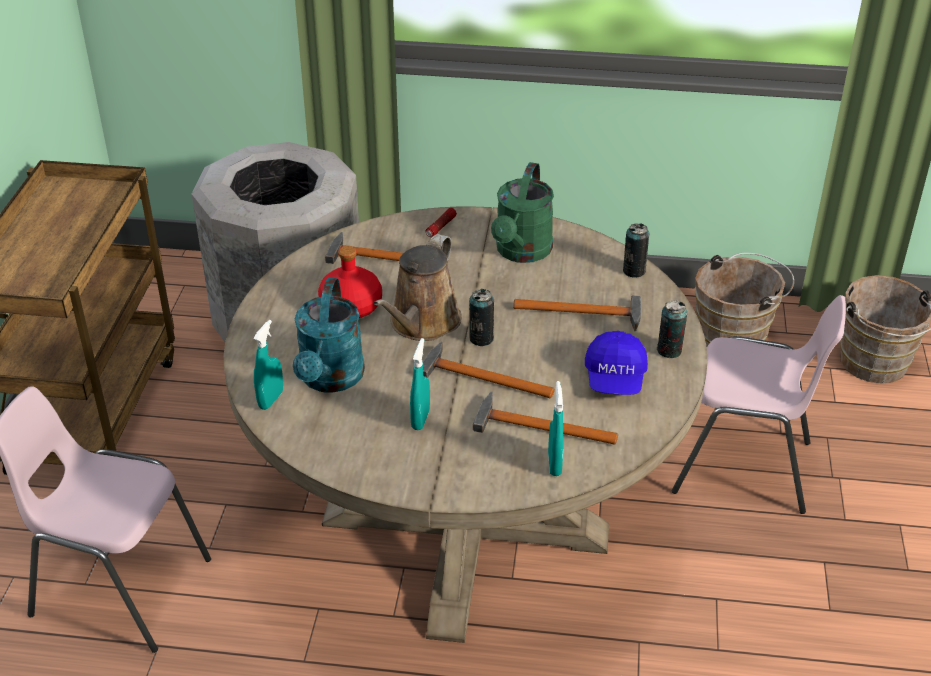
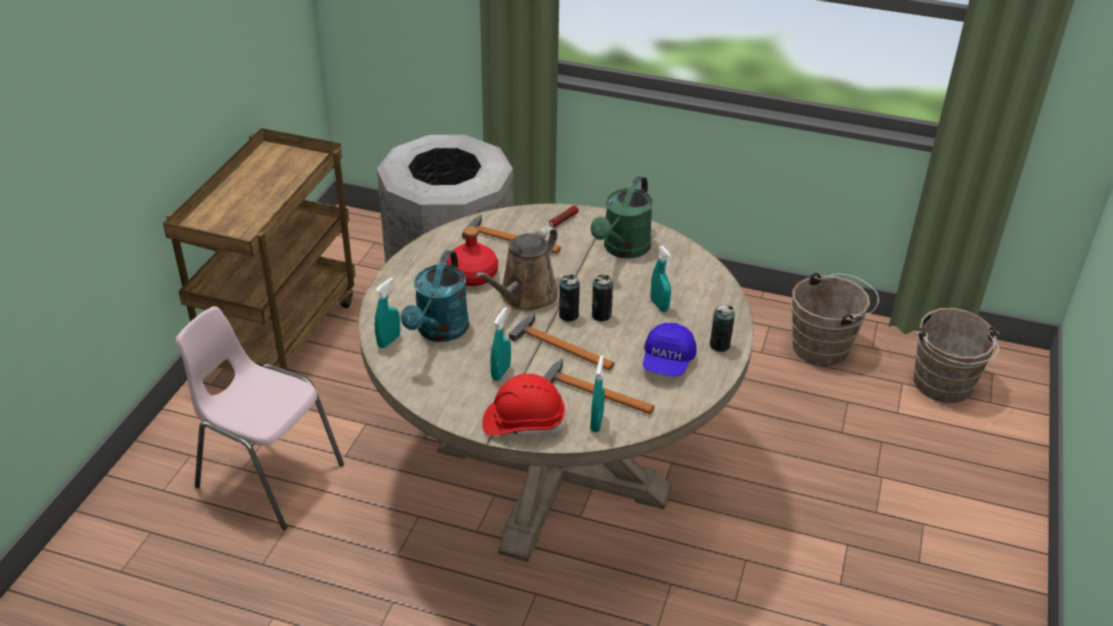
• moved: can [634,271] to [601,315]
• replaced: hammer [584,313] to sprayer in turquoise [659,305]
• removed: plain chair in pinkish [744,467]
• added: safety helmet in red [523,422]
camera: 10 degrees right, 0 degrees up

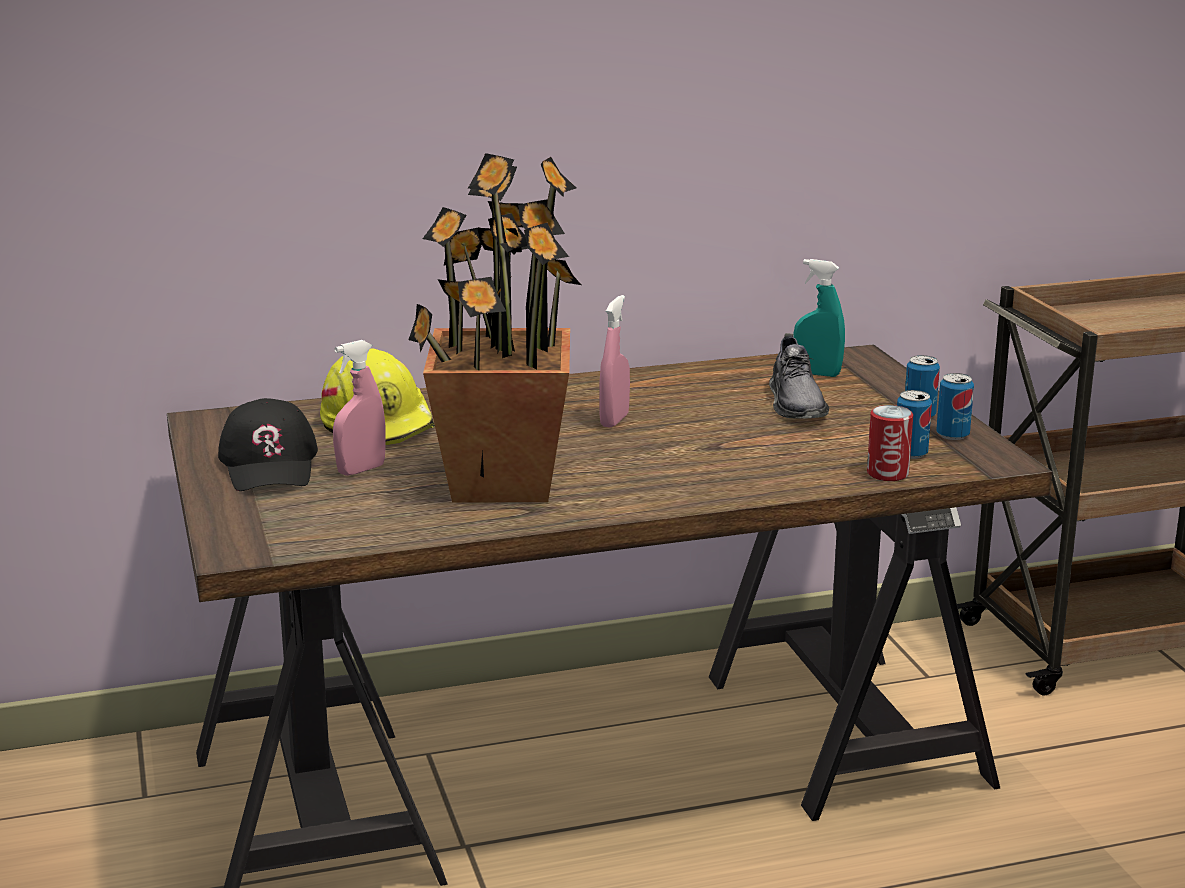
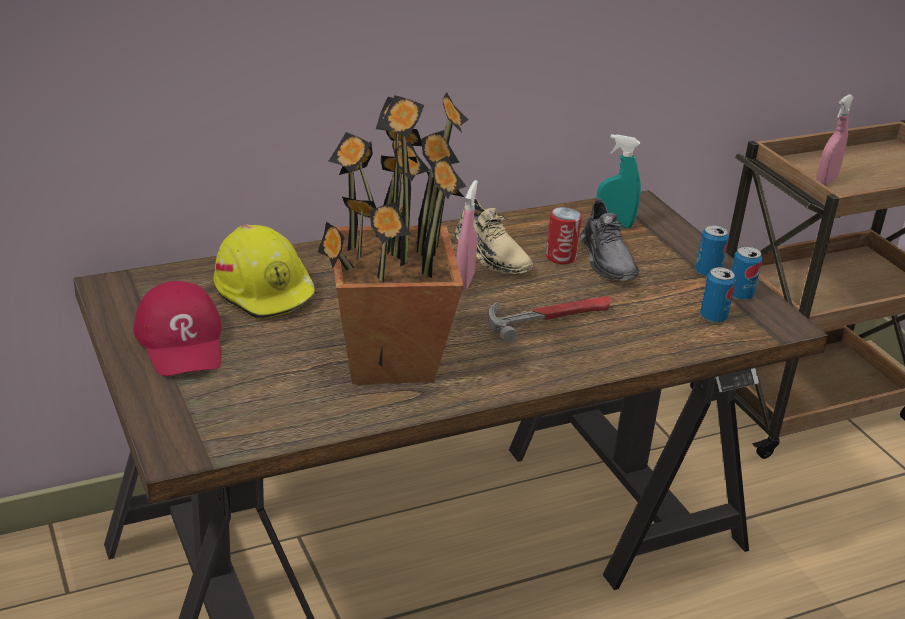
• moved: sprayer in pinkish [361,470] to [826,181]
• recoloured: peaked cap in black [270,464] to peaked cap in red [182,341]
• moved: can [887,473] to [560,257]
• added: shoe in beige [492,254]
• added: hammer [550,318]
camera: 10 degrees left, 10 degrees up

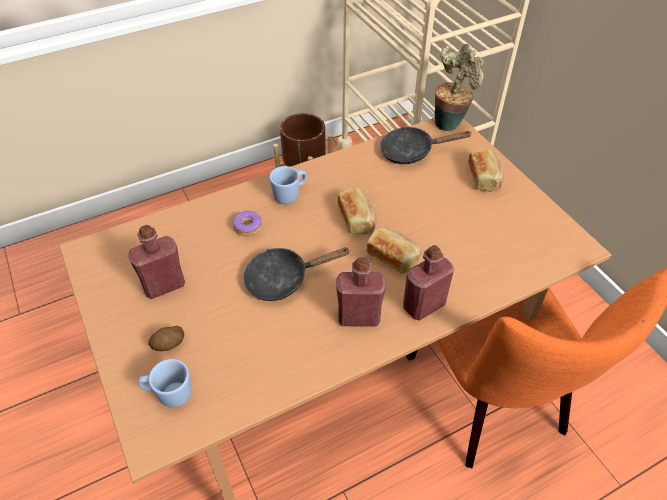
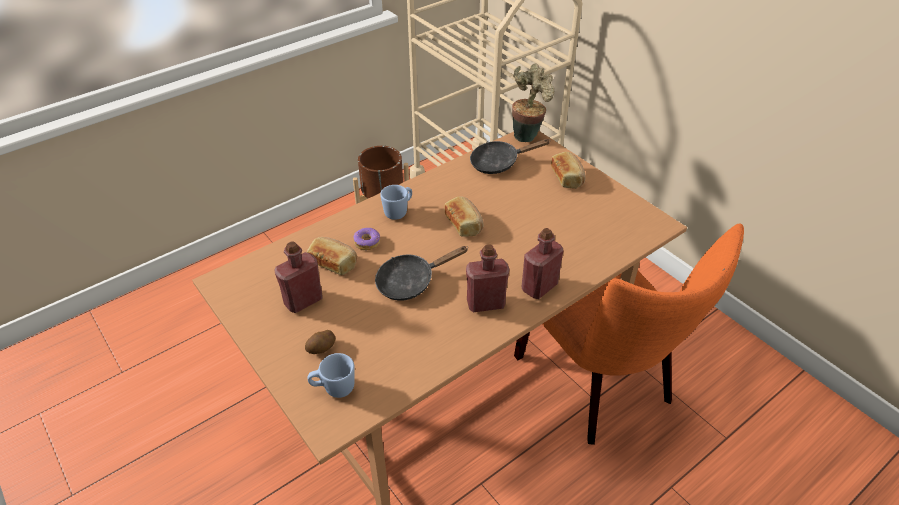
• moved: bakery bread [393,256] to [334,262]
camera: 10 degrees left, 5 degrees down

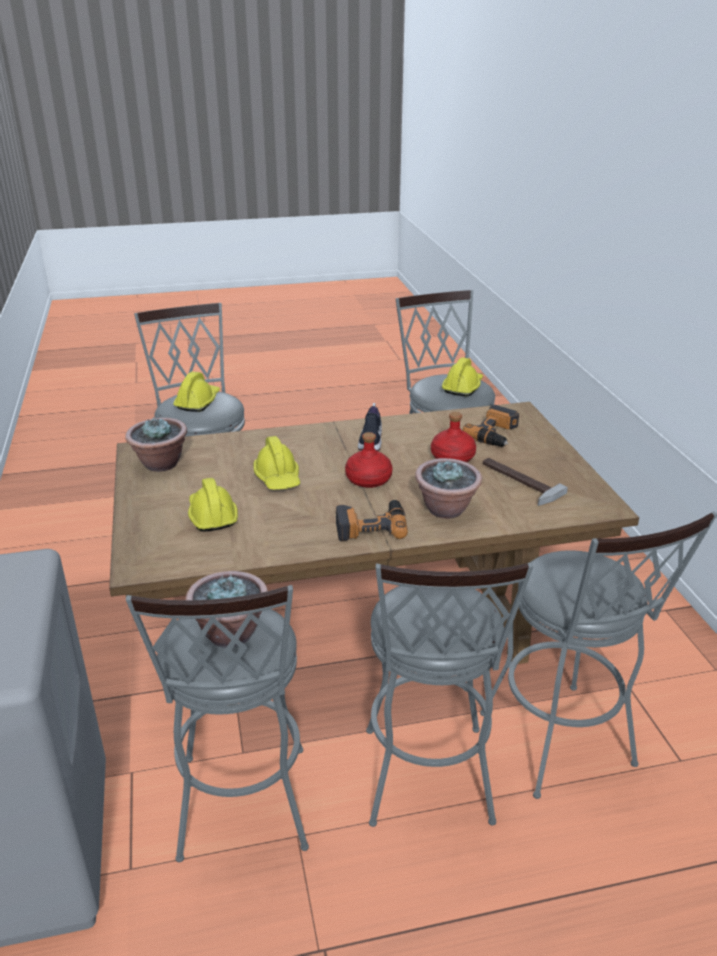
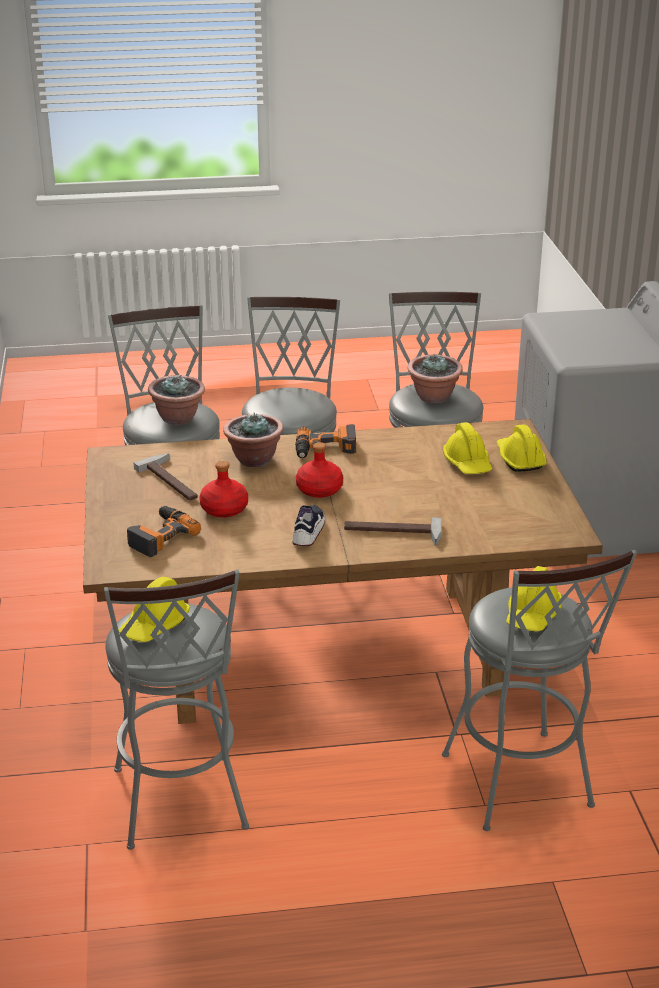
• moved: potted plant [160,464] to [178,418]
• moved: safety helmet in yellow-coloured [278,478] to [519,459]
• added: hammer [392,533]
camera: 175 degrees left, 0 degrees up

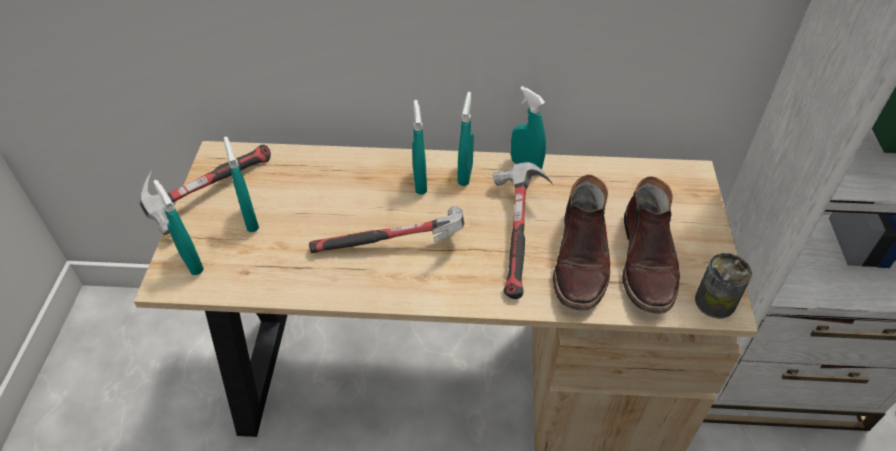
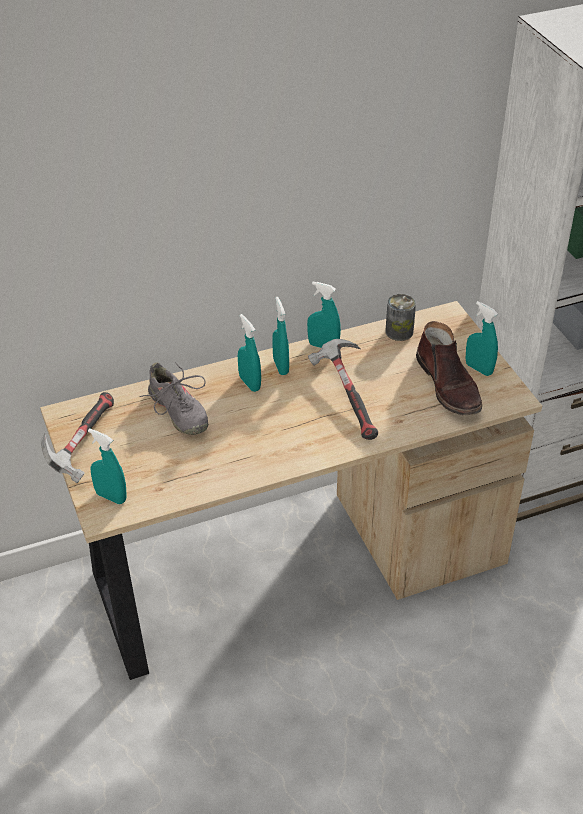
• moved: sprayer in turquoise [250,220] to [478,369]
• removed: tall boot in brownish [581,260]
• removed: hammer [394,246]
• moved: can [715,302] to [399,331]
• added: shoe in grey [177,412]
camera: 25 degrees left, 5 degrees down

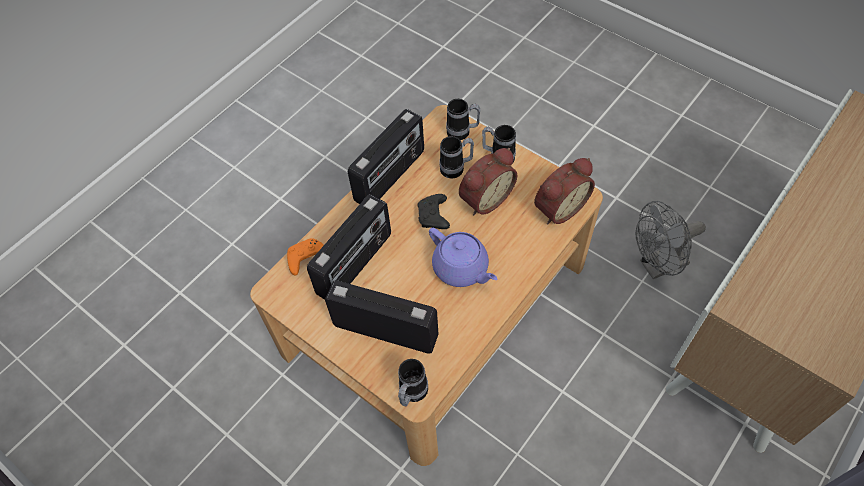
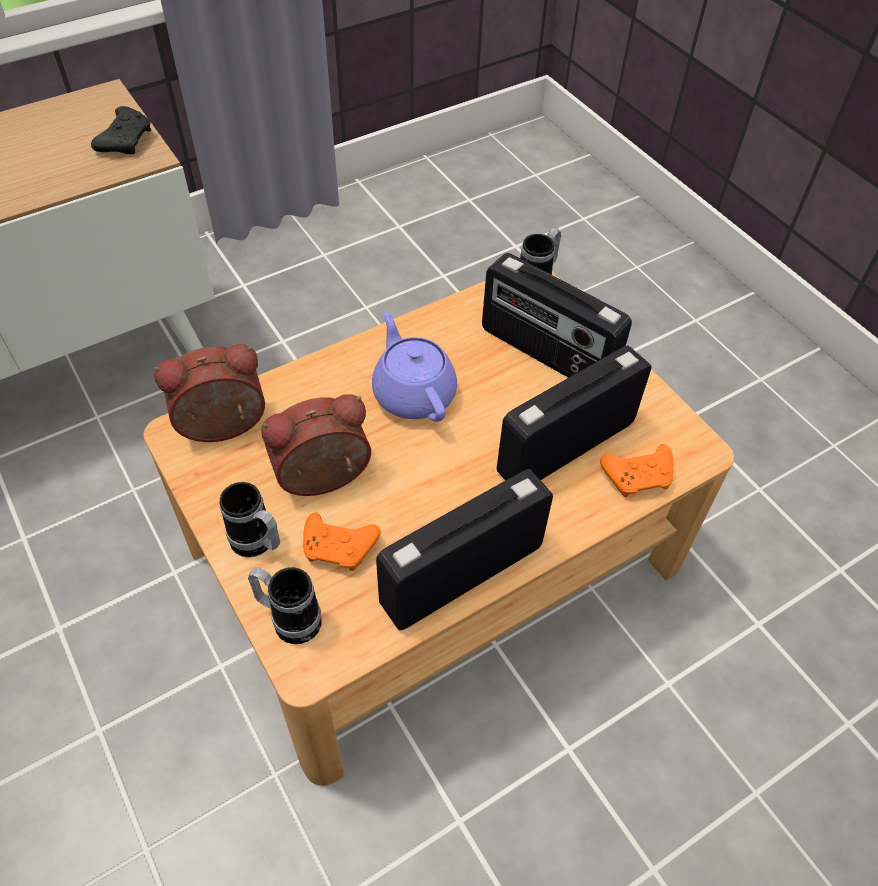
• replaced: tea mug [456,168] to game controller in orangey [340,548]
• moved: game controller in black [434,217] to [126,140]
• removed: electric fan in grey [657,266]
camera: 165 degrees left, 5 degrees down

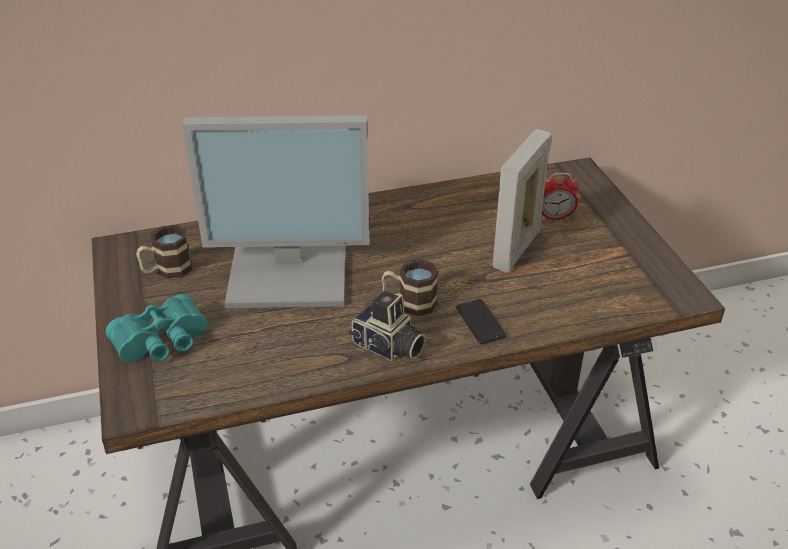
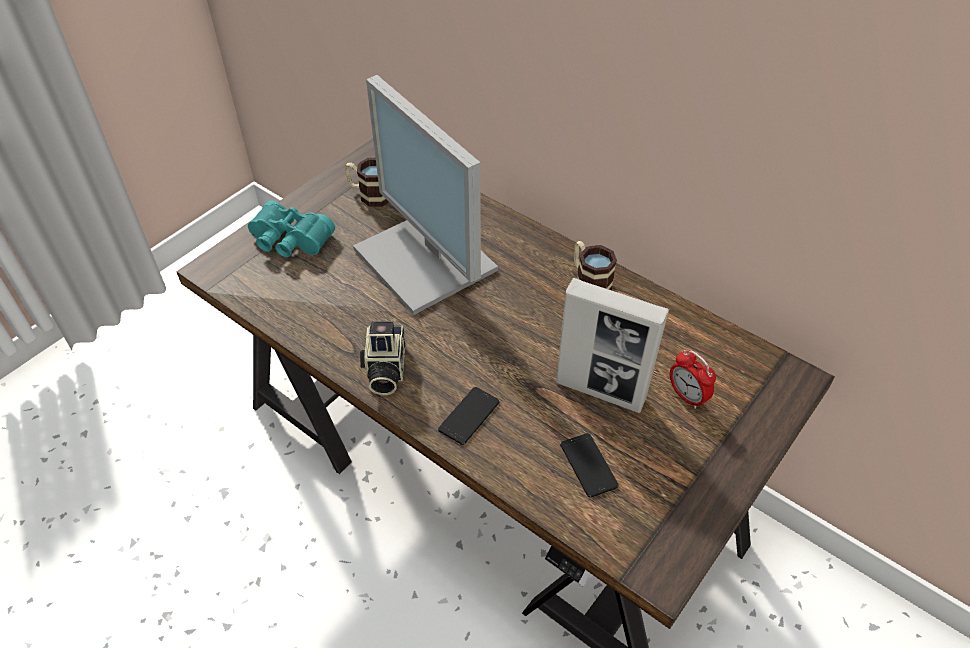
• turned: photo frame [516,250] = [600,391] 150 degrees counterclockwise
• moved: tea mug [409,303] to [589,281]
• added: handset [588,465]
camera: 55 degrees right, 10 degrees up

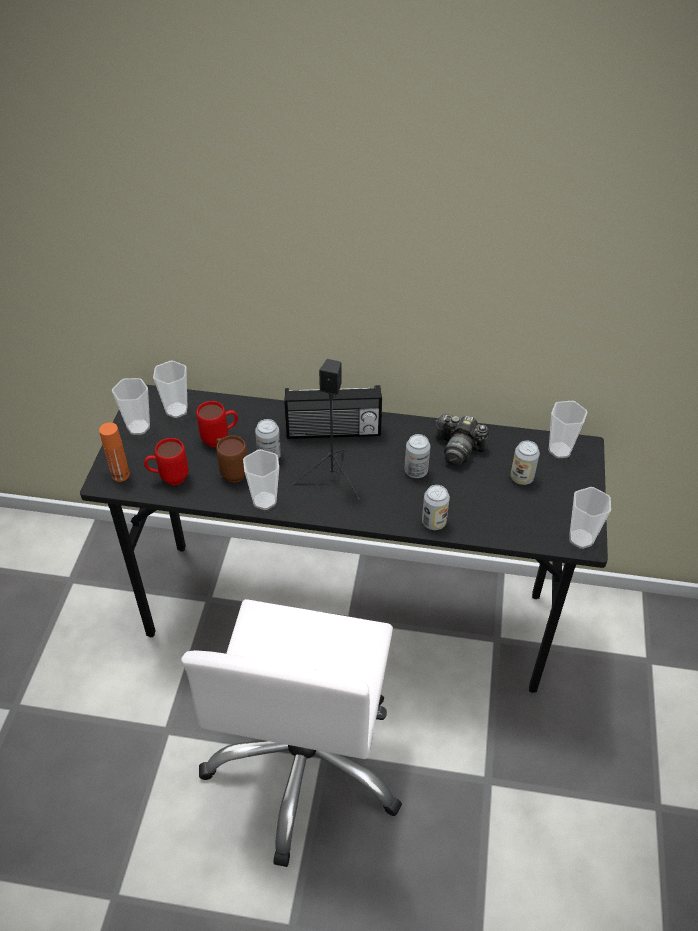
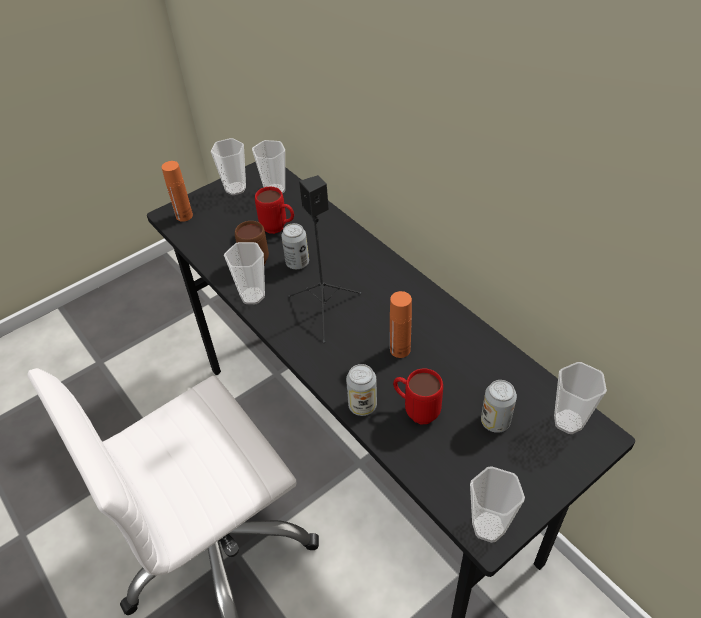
• removed: radio receiver [333,432]
• removed: still camera [458,448]
• replaced: can [416,471] to drink bottle in orangey [400,349]
• moved: tea mug in red [169,478] to [416,411]
camera: 45 degrees right, 0 degrees up

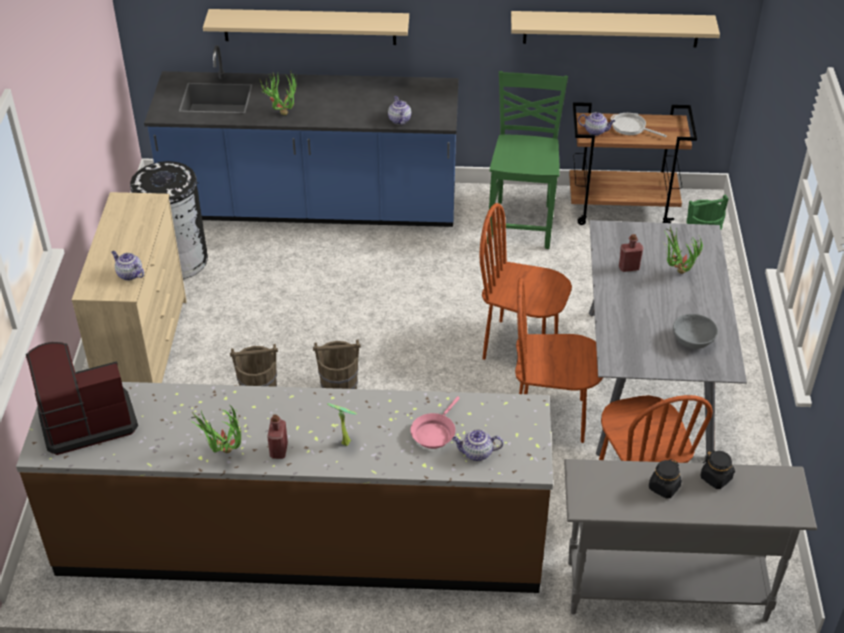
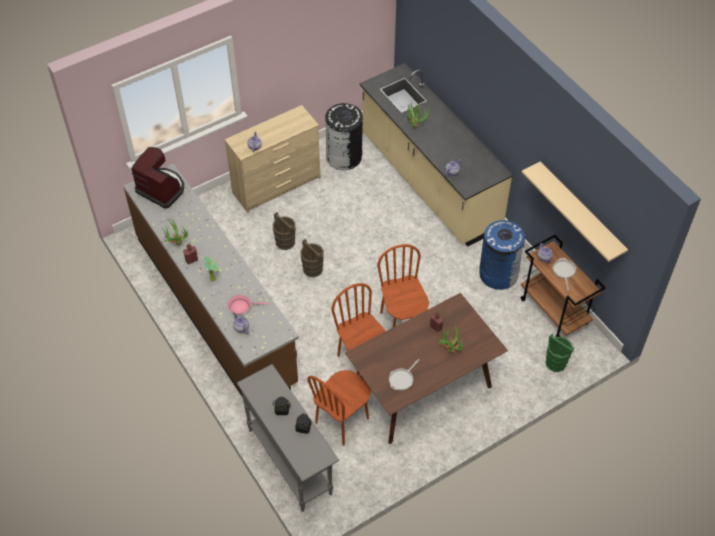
• removed: wall shelf in beige [309,26]
• recoloured: kitchen counter in bluish [312,207] to kitchen counter in beige [429,182]
• replaced: plain chair in greenish [522,223] to rubbish bin in bluish [498,274]
• recoloured: dinner table in grey [649,382] to dinner table in brownish [422,390]
• replaced: deep dish in grey [693,340] to skillet [402,379]
camera: 55 degrees right, 10 degrees up

